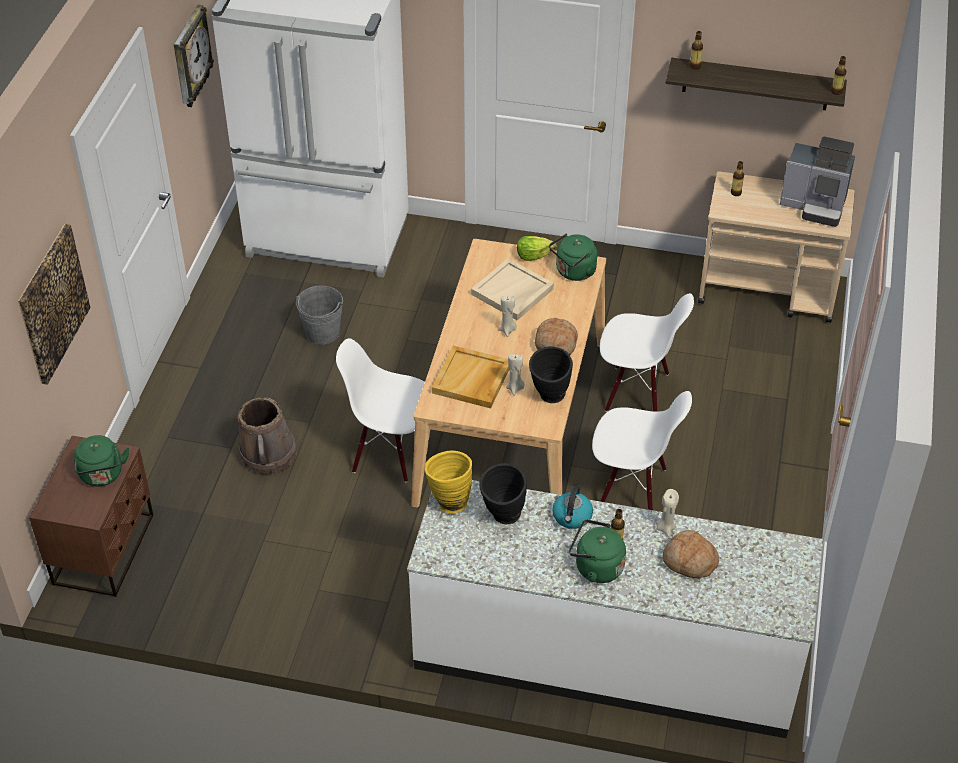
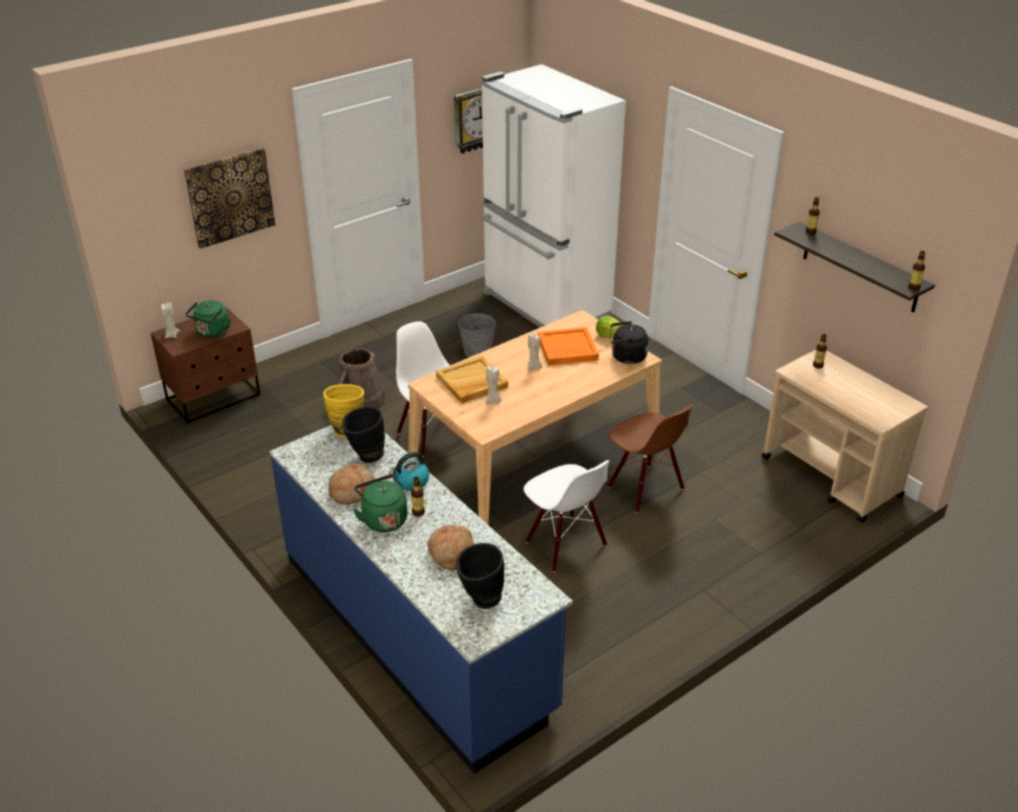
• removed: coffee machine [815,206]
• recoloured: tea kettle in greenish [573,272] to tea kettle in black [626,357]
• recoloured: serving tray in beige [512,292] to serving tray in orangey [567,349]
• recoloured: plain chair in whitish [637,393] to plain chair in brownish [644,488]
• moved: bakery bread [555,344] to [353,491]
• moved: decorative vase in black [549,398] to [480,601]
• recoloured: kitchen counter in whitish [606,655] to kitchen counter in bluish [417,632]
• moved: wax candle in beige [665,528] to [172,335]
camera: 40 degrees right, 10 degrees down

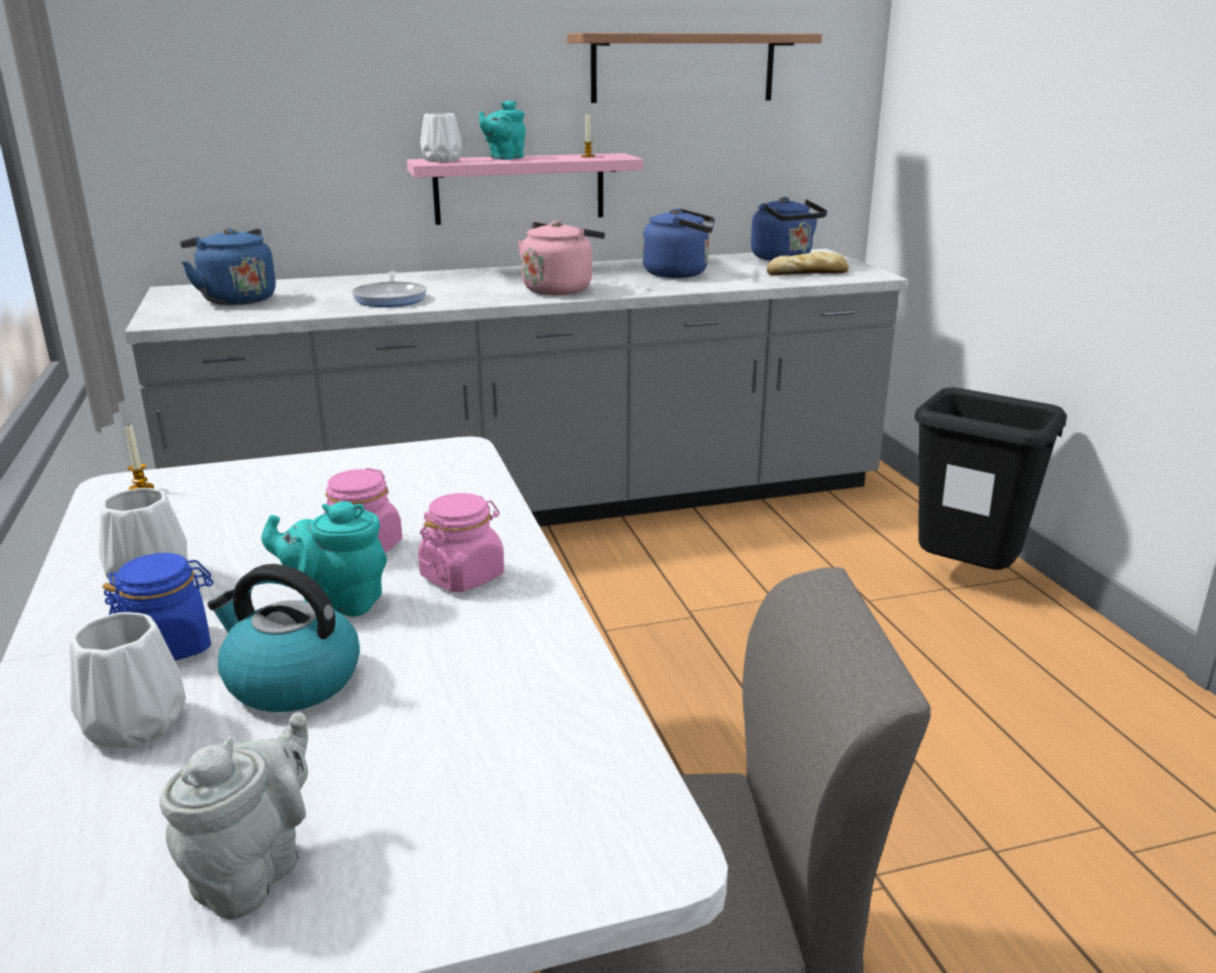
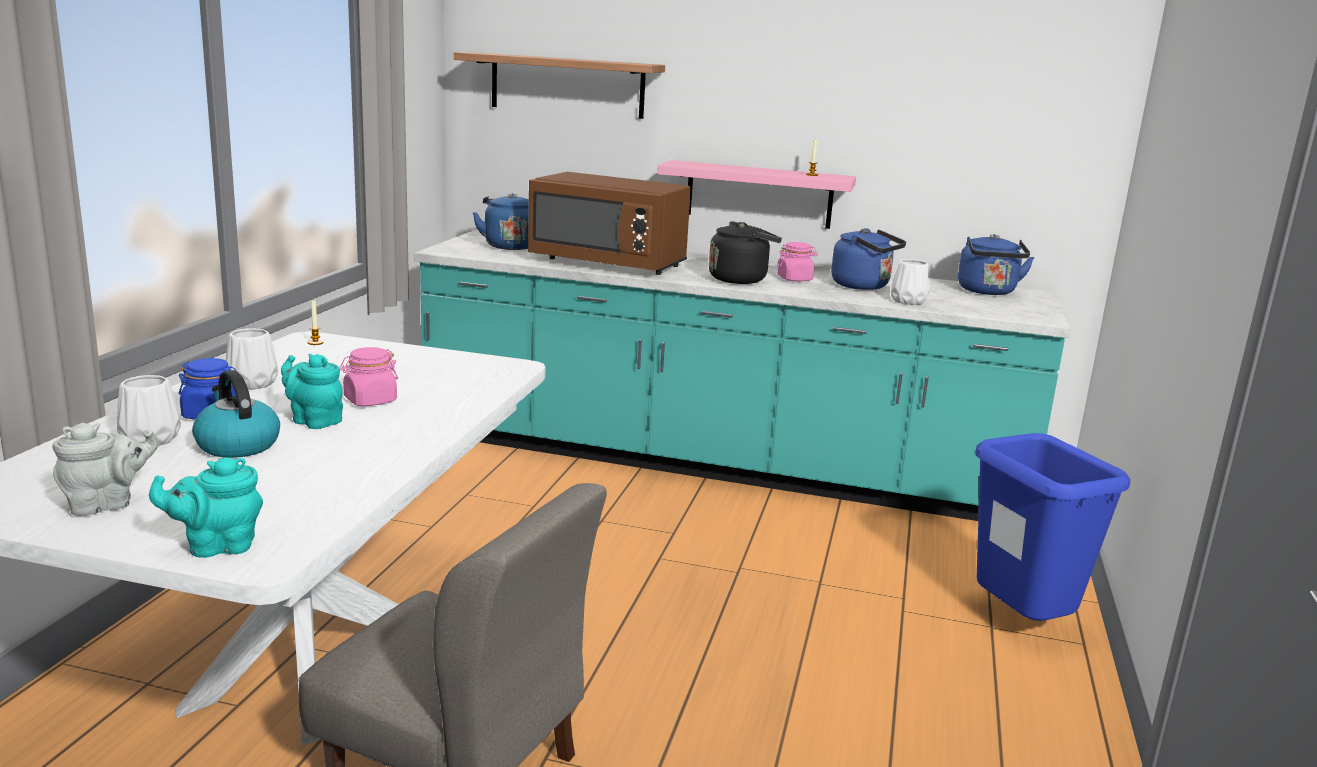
• moved: wall shelf [683,68] to [567,85]
• moved: pot for tea in turquoise [504,158] to [217,546]
• moved: decorative vase in whitish [442,160] to [908,301]
• recoloured: tea kettle in pinkish [560,289] to tea kettle in black [741,279]
• recoloured: kitchen counter in grey [541,504] to kitchen counter in turquoise [718,462]
• removed: bakery bread [809,273]
• replaced: skillet [391,298] to microwave oven in brownish [608,263]
• recoloured: rubbish bin in black [965,579] to rubbish bin in bluish [1021,626]
• moved: preserve jar in pinkish [463,576] to [795,279]
camera: 30 degrees right, 5 degrees down

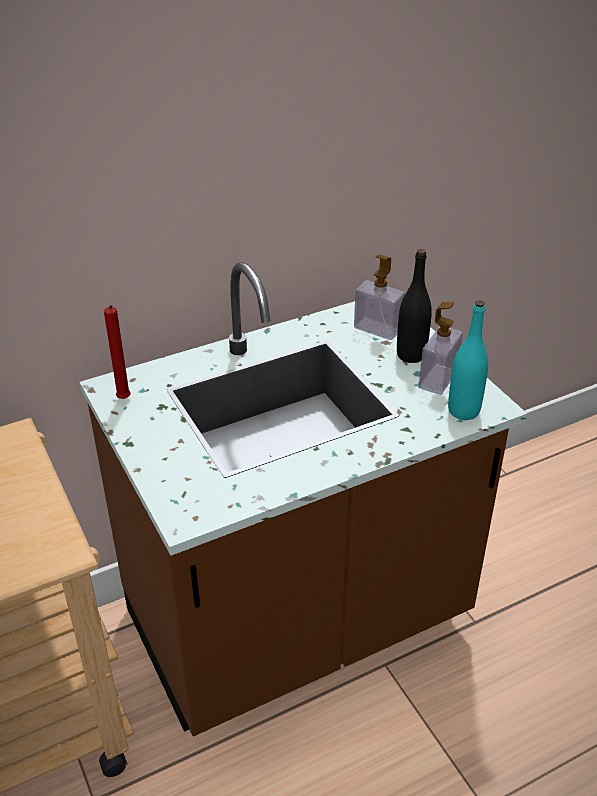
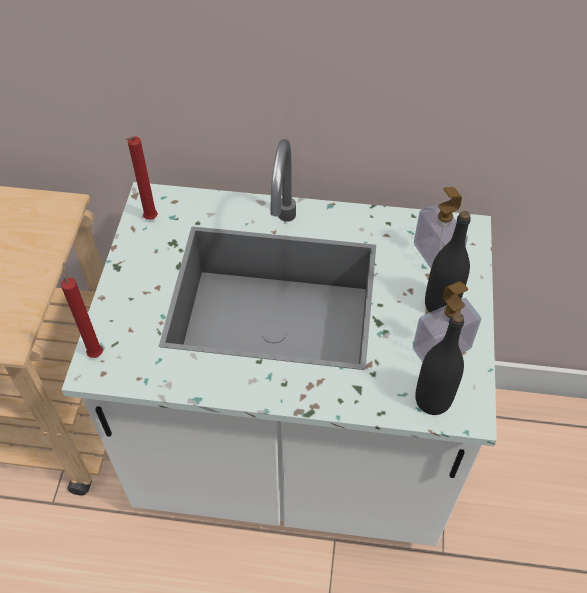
• recoloured: kitchen counter in brownish [298,623] to kitchen counter in whitish [293,458]
• recoloured: drink bottle in turquoise [463,411] to drink bottle in black [432,400]
• added: wax candle in red [96,352]
camera: 35 degrees right, 15 degrees up

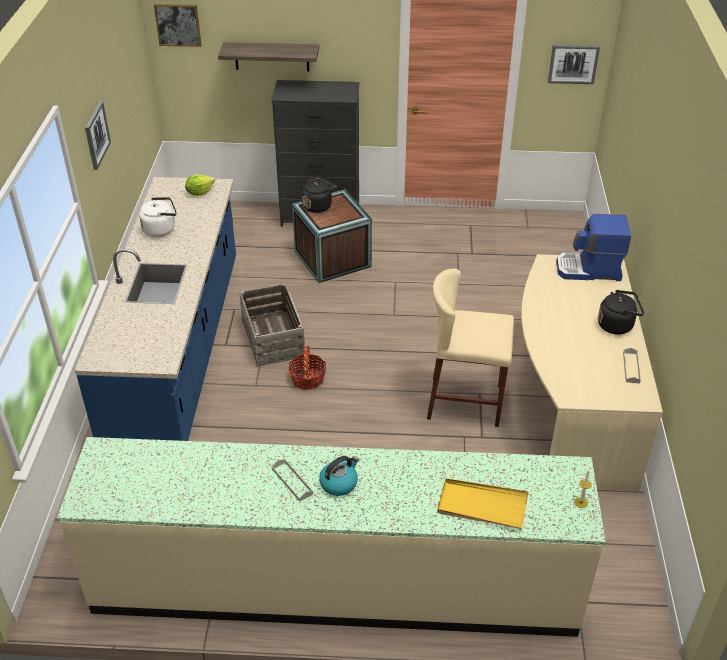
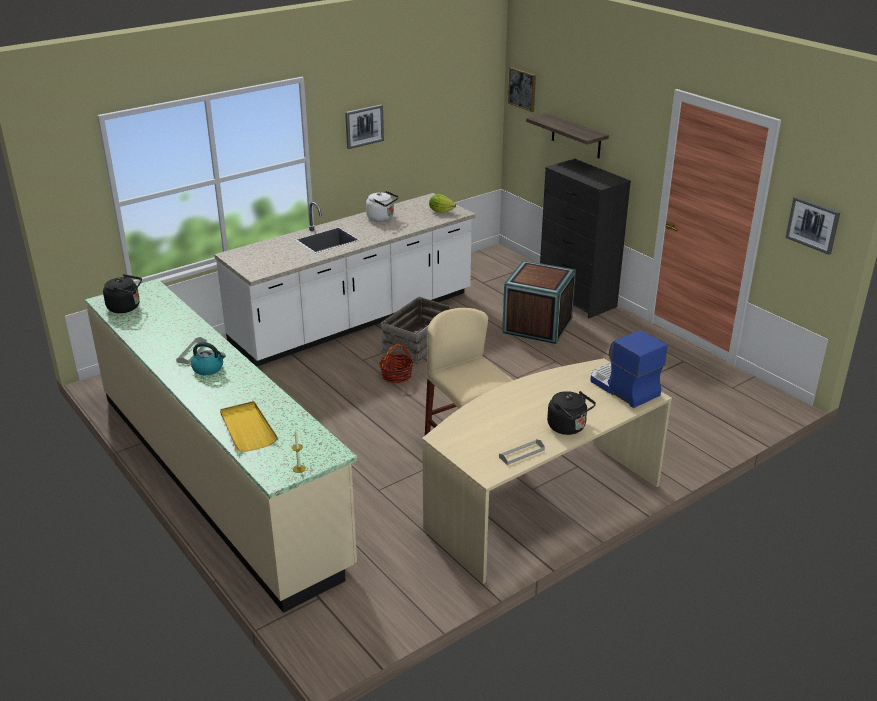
• moved: tea kettle in black [318,205] to [126,307]
• recoloured: kitchen counter in bluish [178,352] to kitchen counter in whitish [354,319]
camera: 50 degrees right, 10 degrees down

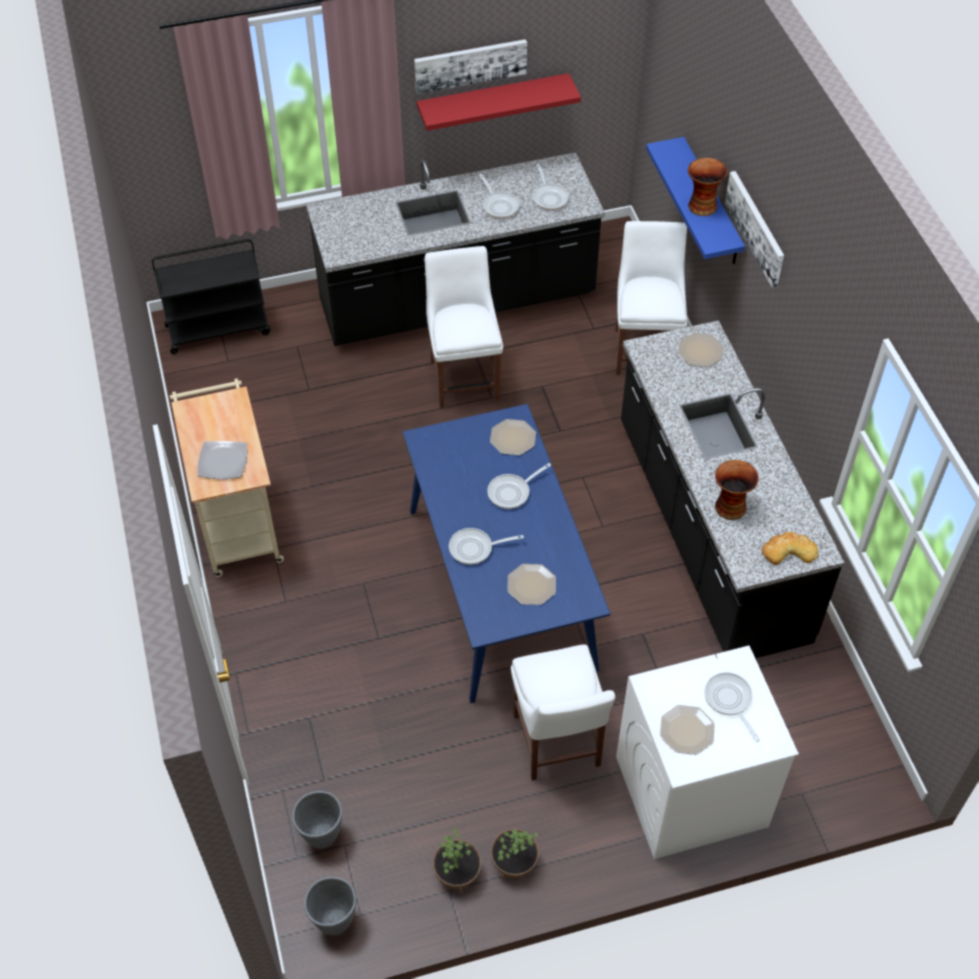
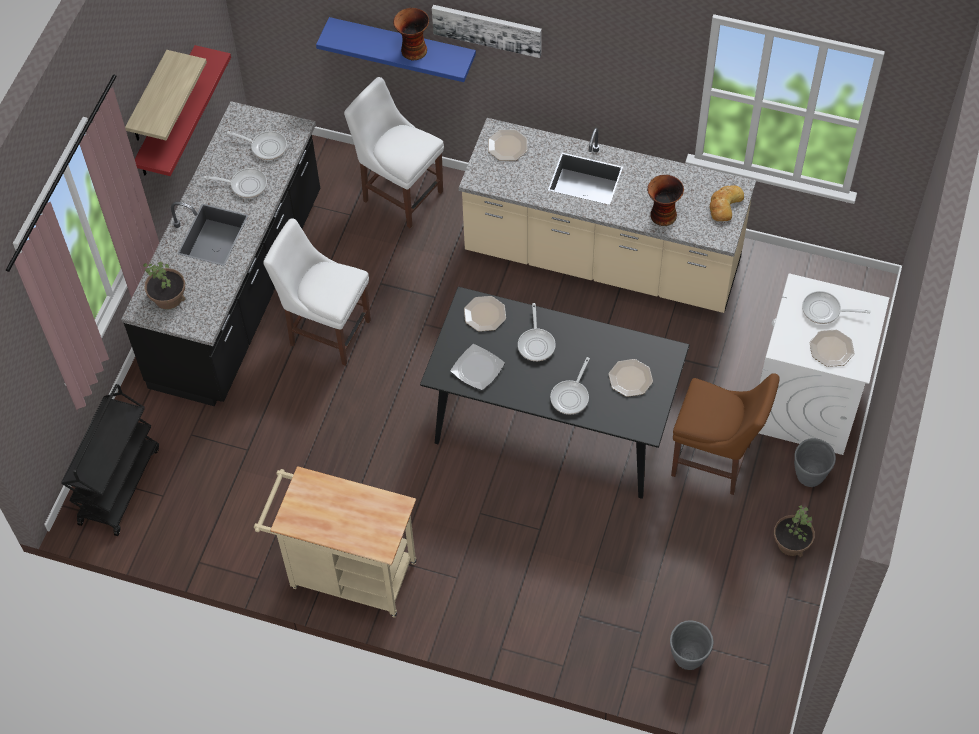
• replaced: wall picture [470,64] to wall shelf [149,99]
• recoloured: kitchen counter in black [709,531] to kitchen counter in beige [602,258]
• recoloured: dinner table in bluish [501,588] to dinner table in black [554,421]
• moved: dinner plate [222,462] to [477,369]
• recoloured: plain chair in whitish [557,745] to plain chair in brownish [715,462]
• moved: potted plant [458,873] to [168,297]
• moved: planter in grey [334,921] to [809,477]
camera: 55 degrees left, 5 degrees up

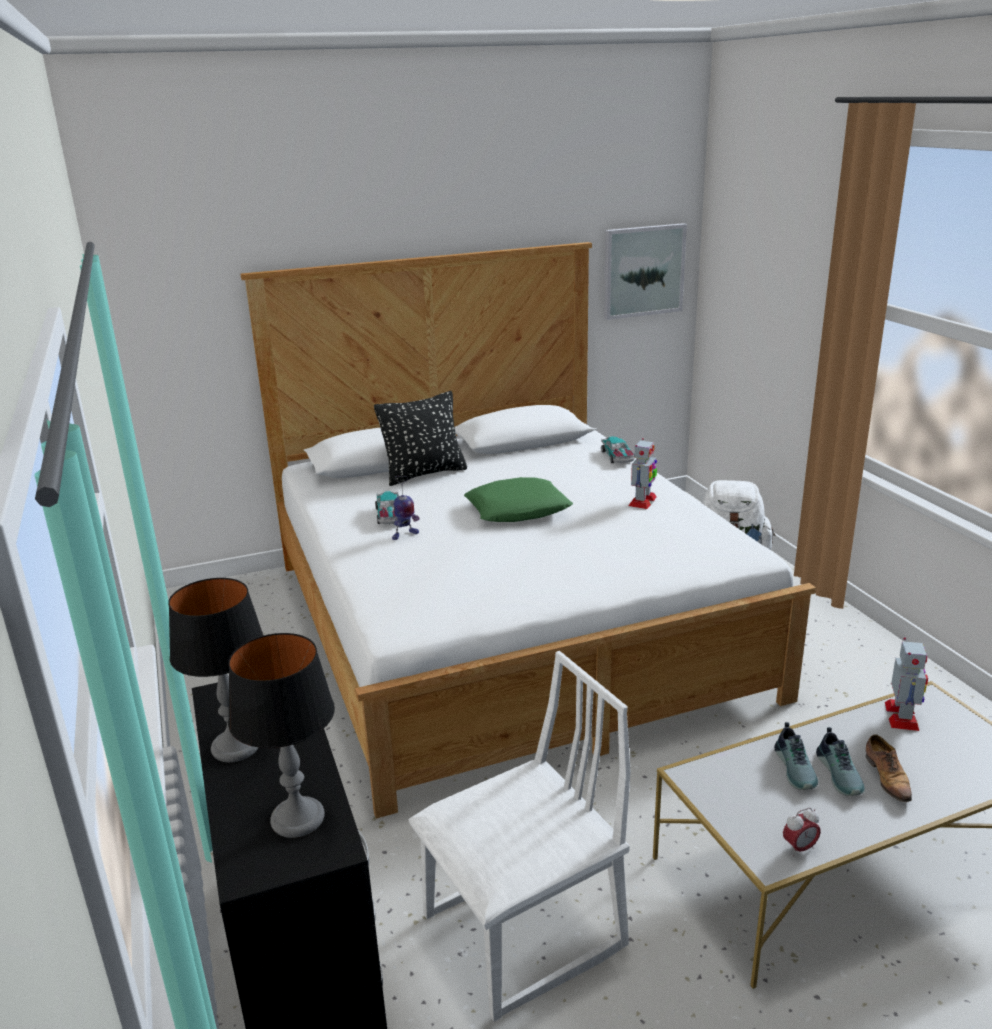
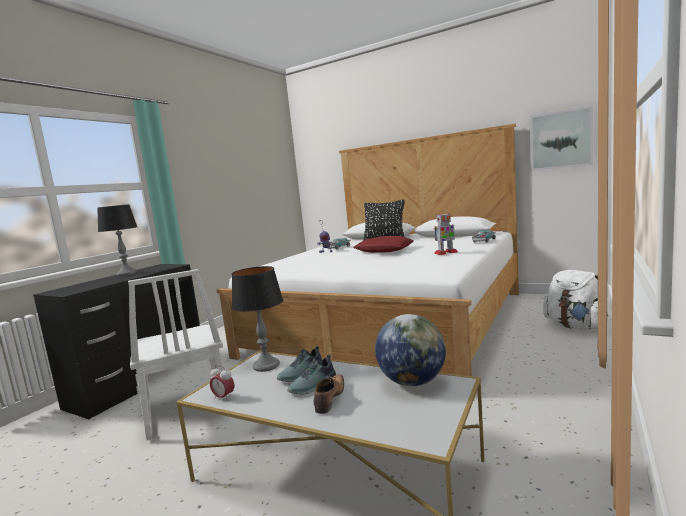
• recoloured: cushion in greenish [517,509] to cushion in red [384,250]
• moved: tabletop lamp [298,818] to [266,365]
• replaced: toy robot [902,716] to desk globe [412,382]
• turned: plain chair in whitish [524,933] = [186,410] 45 degrees clockwise
• turned: shoe [887,778] = [330,398] 150 degrees clockwise
camera: 50 degrees right, 15 degrees down

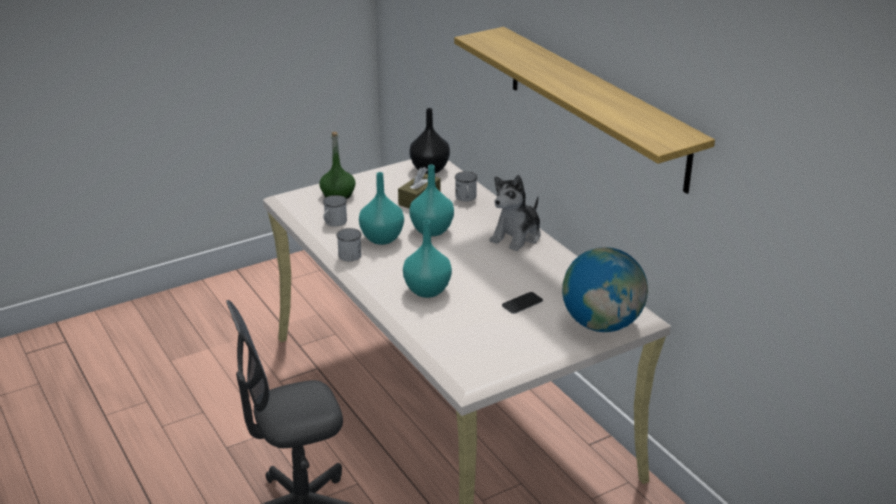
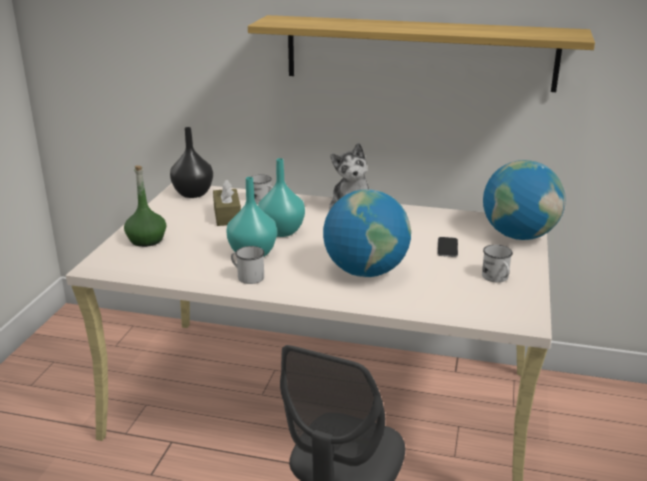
• moved: tea mug in whitish [333,223] to [497,278]
• replaced: decorative vase in turquoise [427,290] to desk globe [365,271]
camera: 45 degrees left, 5 degrees down

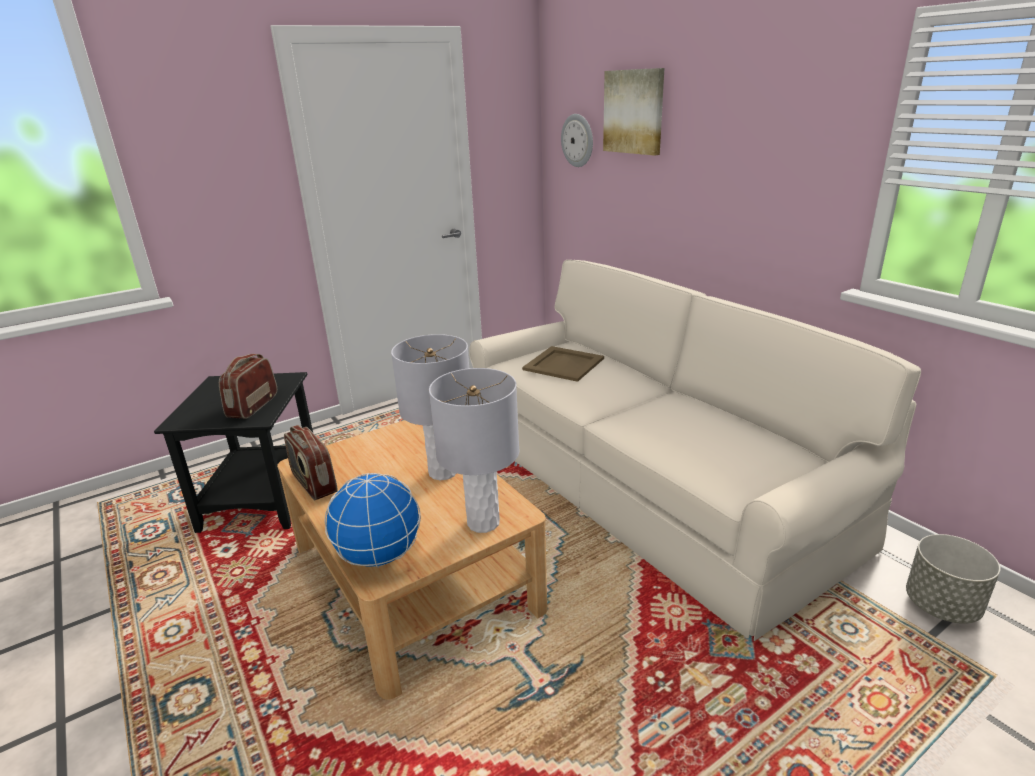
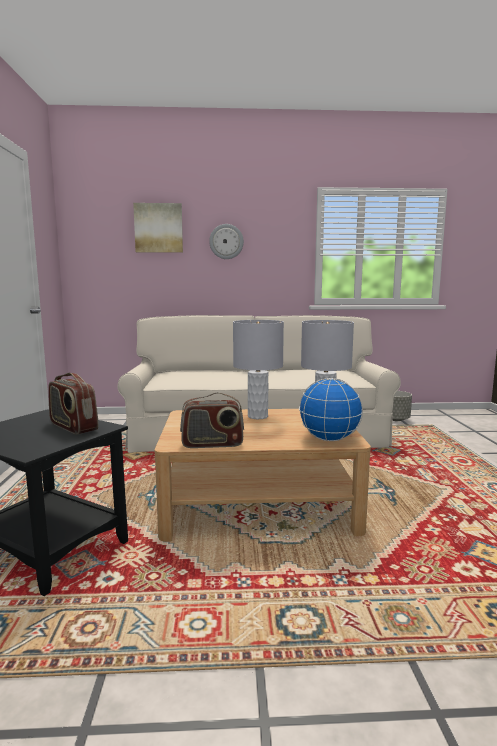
• moved: wall clock [578,140] to [226,241]
• removed: serving tray in beige [564,364]
camera: 60 degrees left, 15 degrees down

